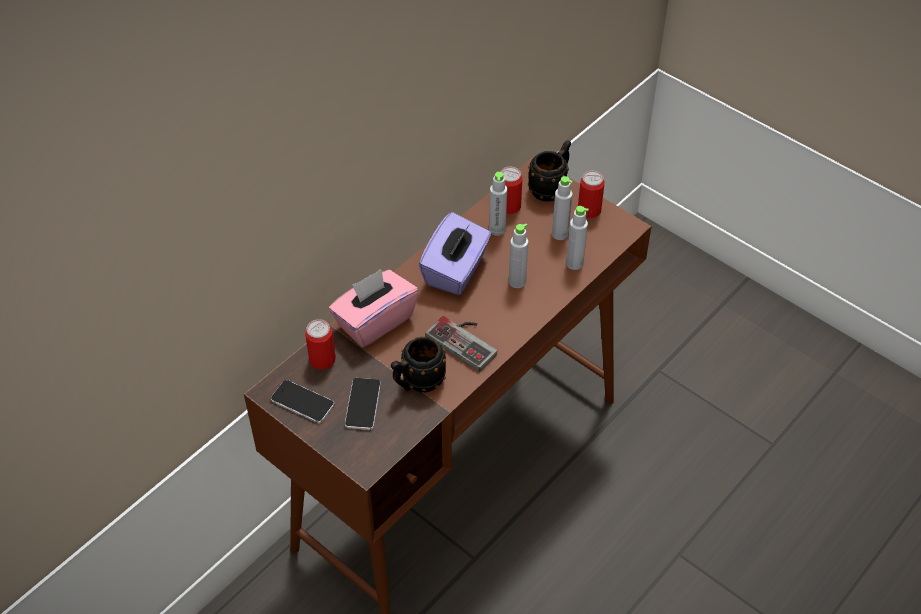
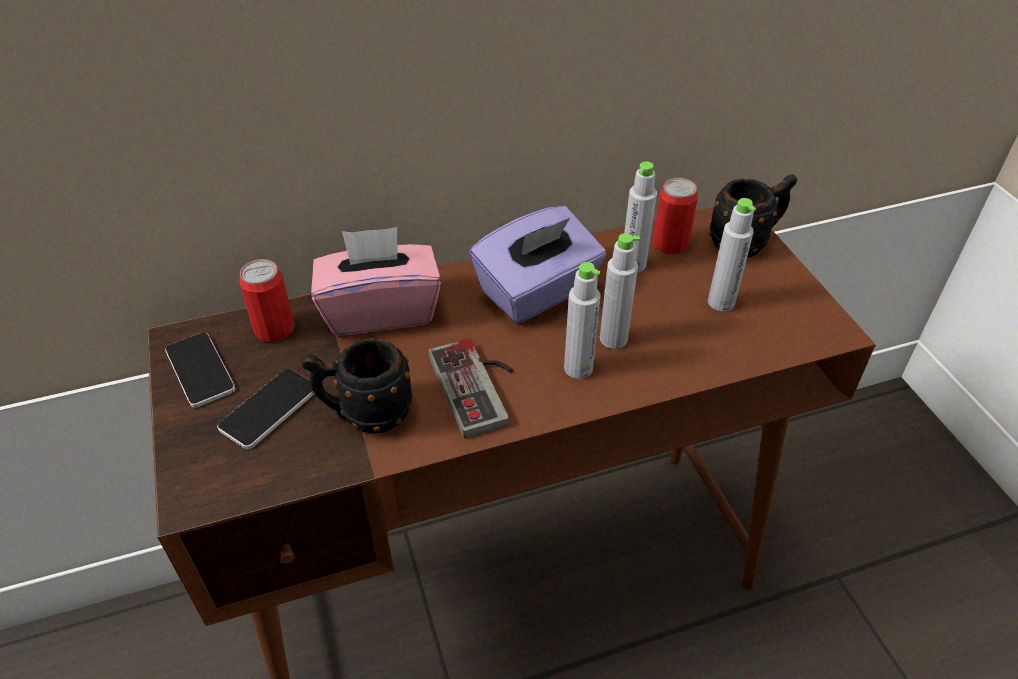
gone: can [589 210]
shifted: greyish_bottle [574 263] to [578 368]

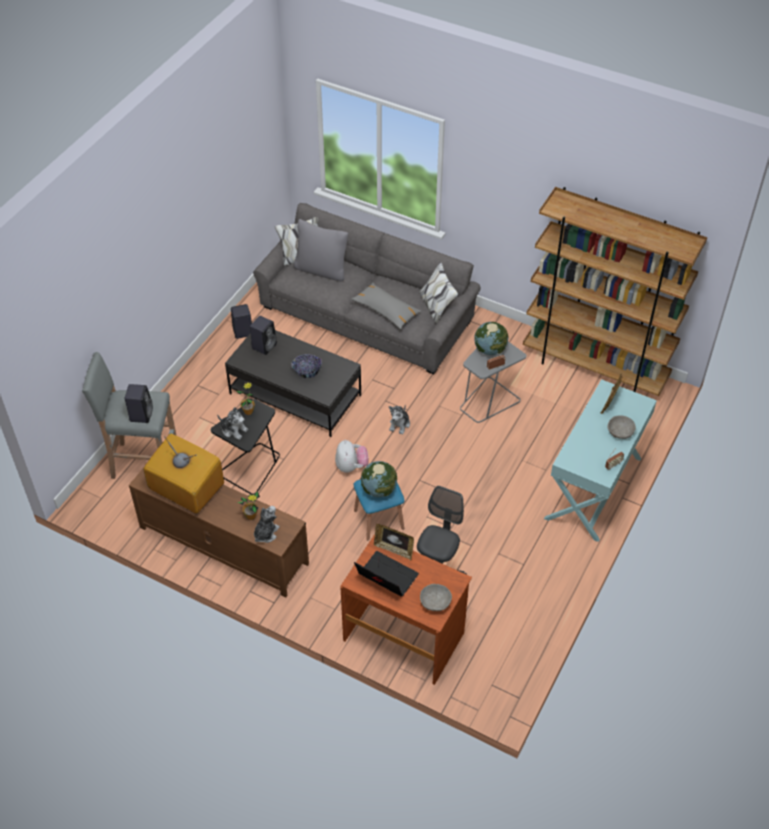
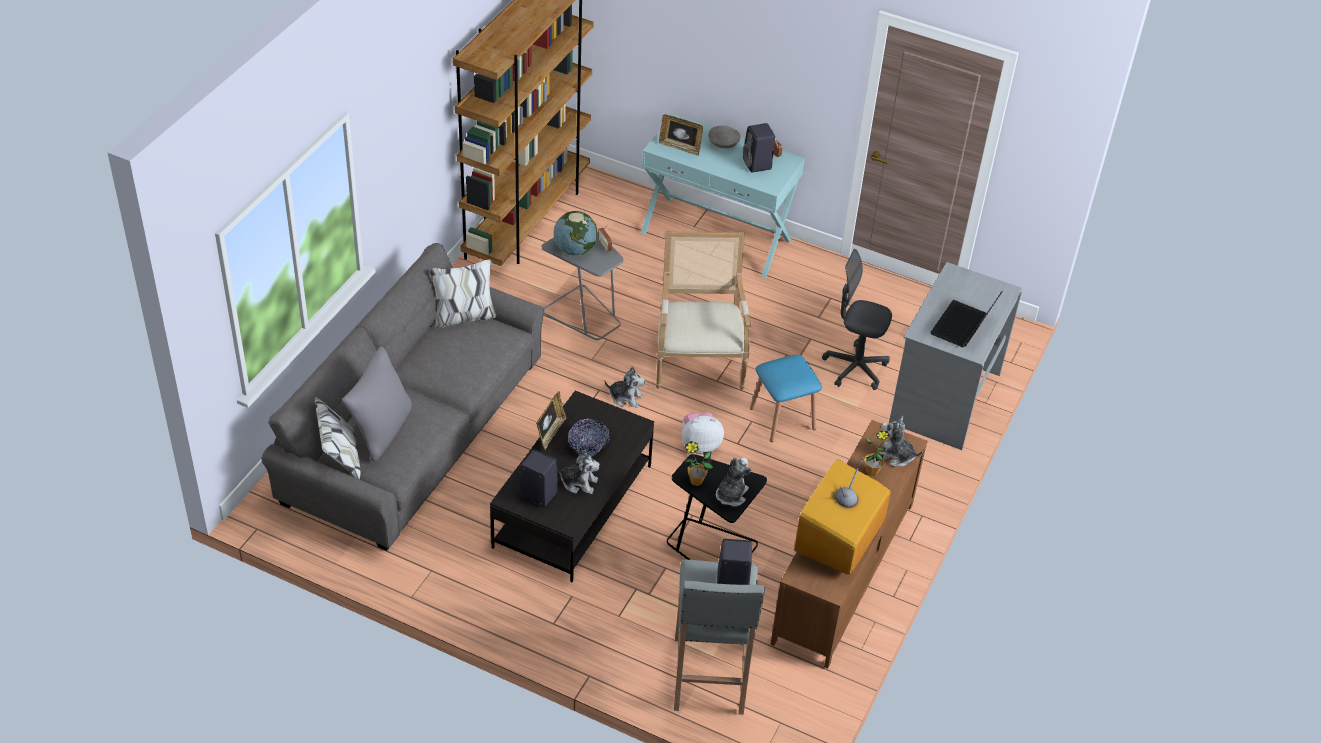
gone: greyish_throw_pillow [386 310]; world_globe [379 490]; greyish_deep_dish [435 602]
new: plush_toy [578 482]; armchair [698 362]
shifted: photo_frame [394 549] to [550 433]; blackish_audio_speaker [242 332] to [757 164]
repainted: brown_desk_table [404 635] to greyish_desk_table [943 397]

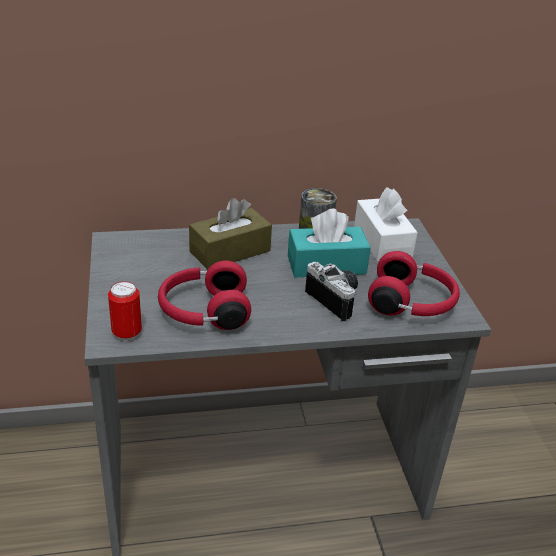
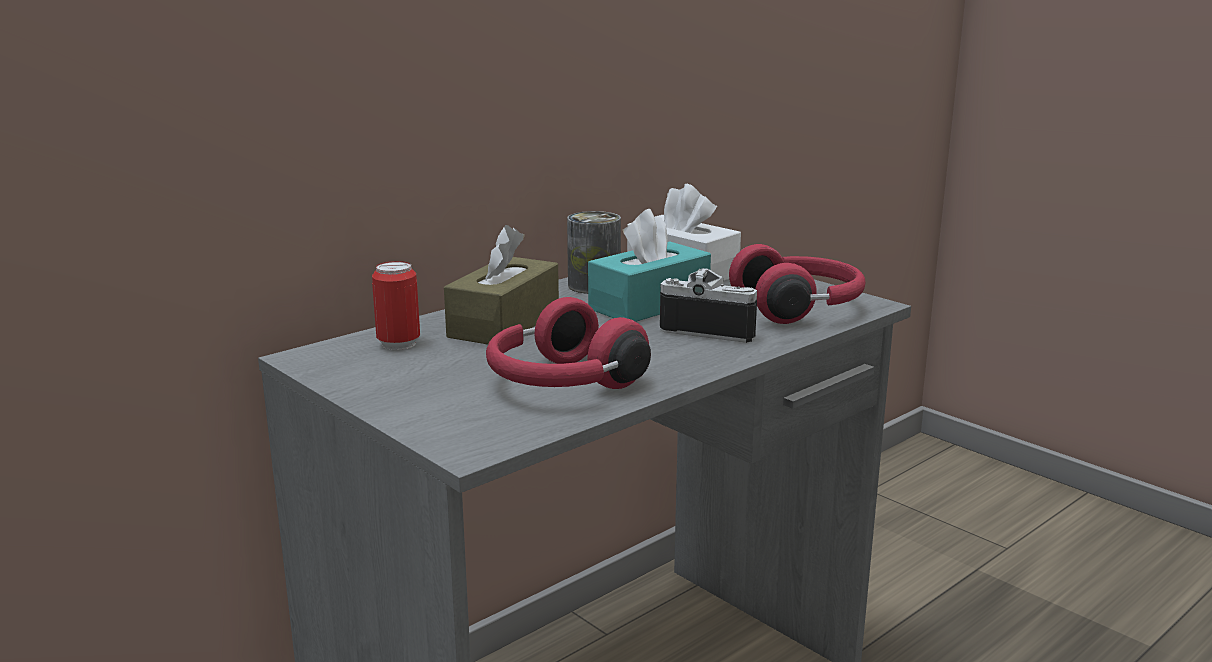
shifted: can [127 333] to [399 344]

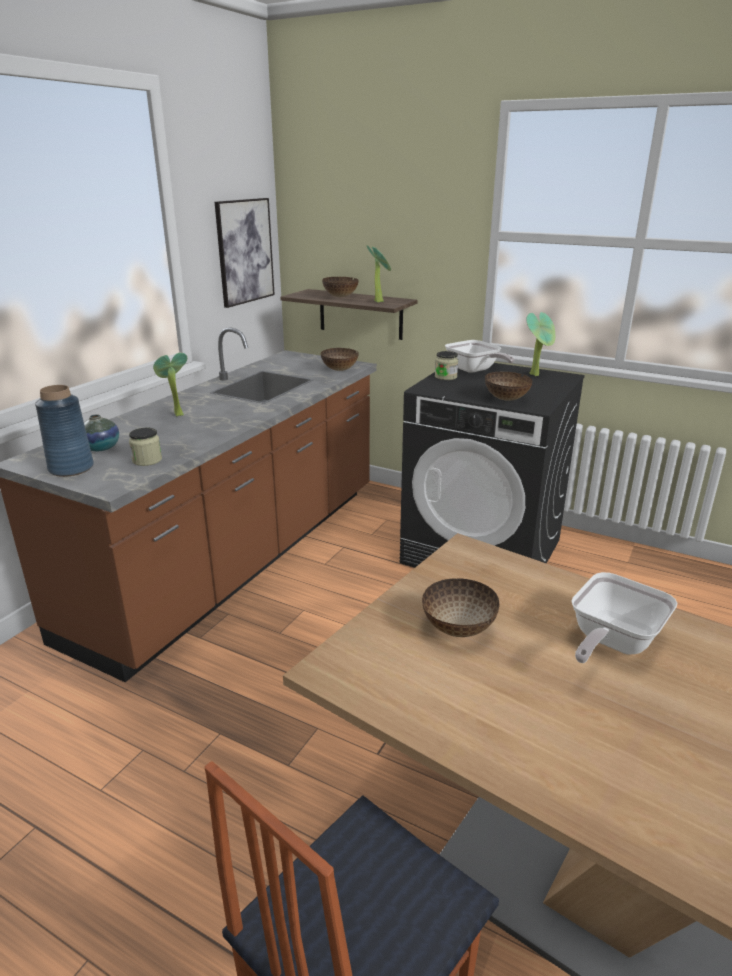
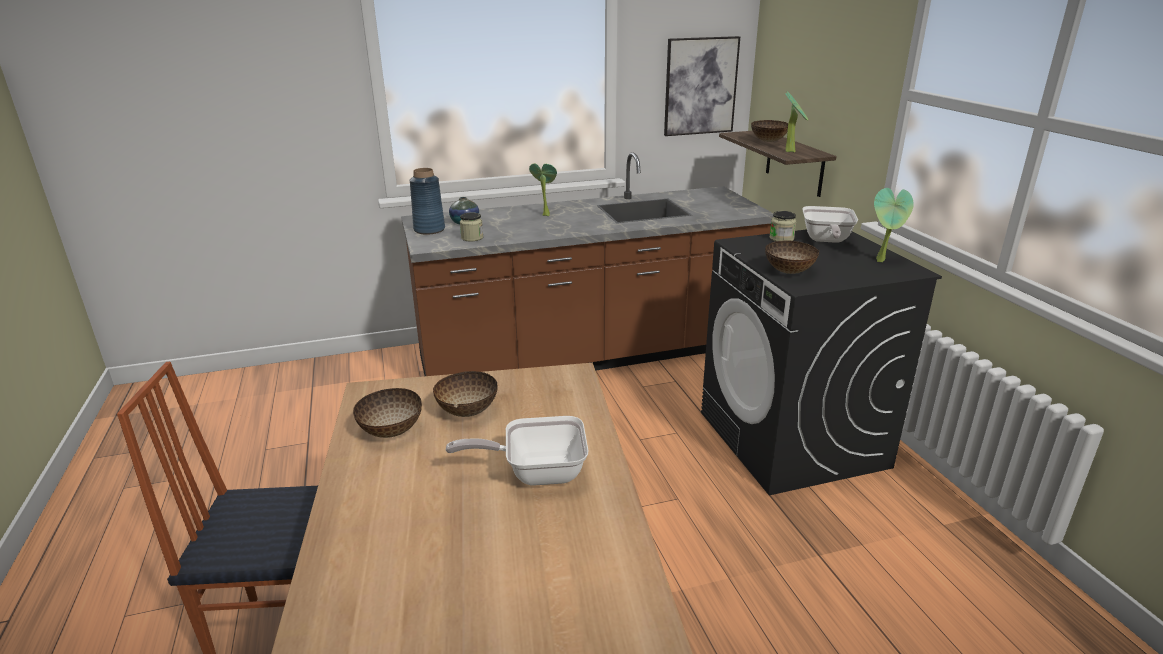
shifted: deep_dish [339 370] to [390 431]

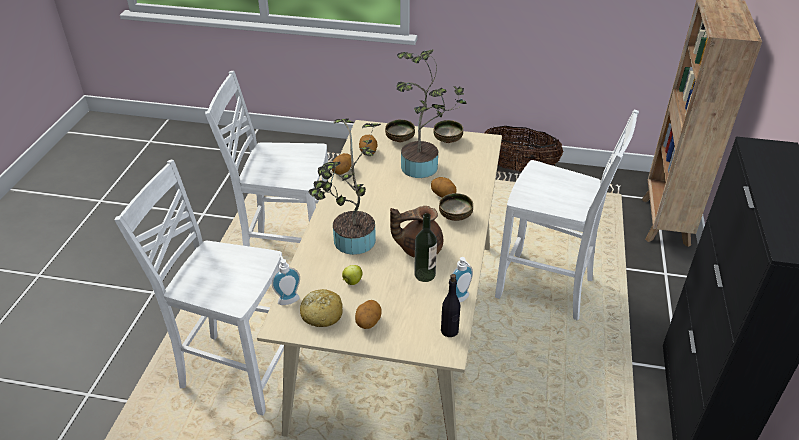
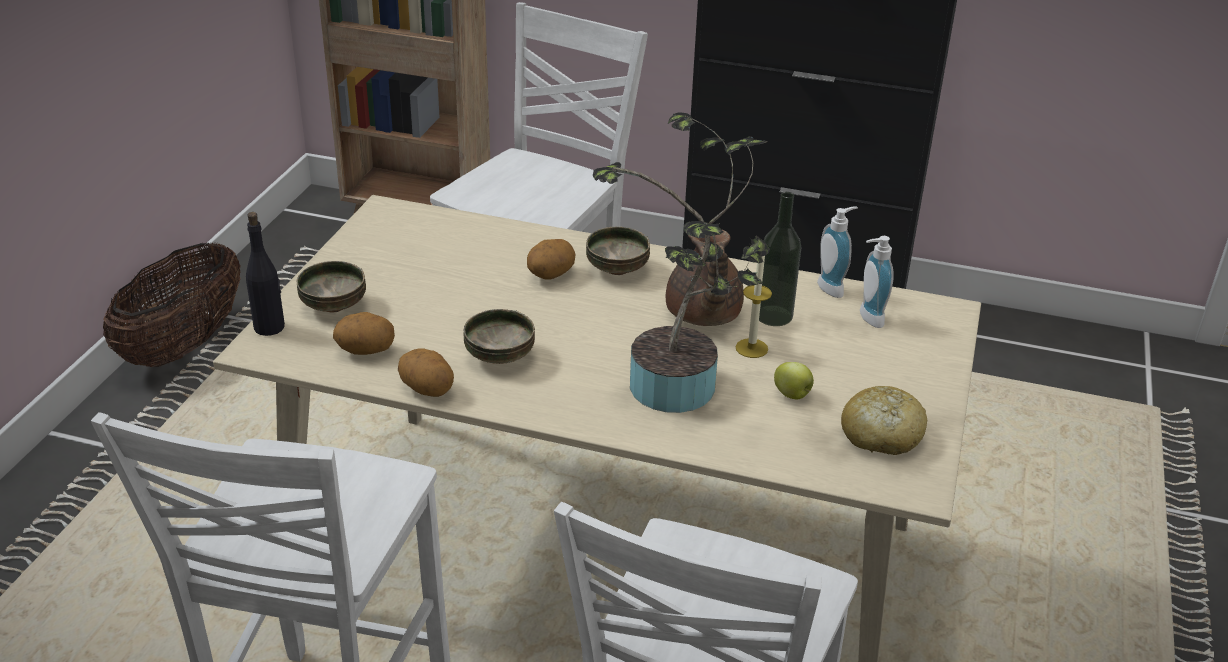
gone: whole_potato [368 322]; plant_in_a_pot [424 166]
new: wax_candle [751 348]
shifted: blackish_bottle [449 331] to [270 327]; deep_dish [448 140] to [500 356]; liquid_soap_bottle [288 298] to [867 318]

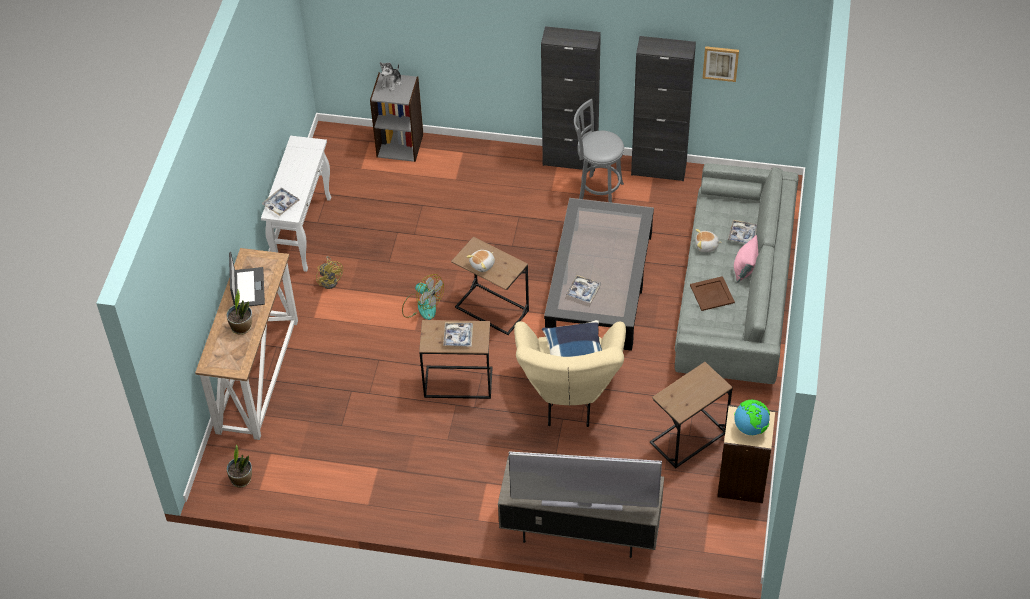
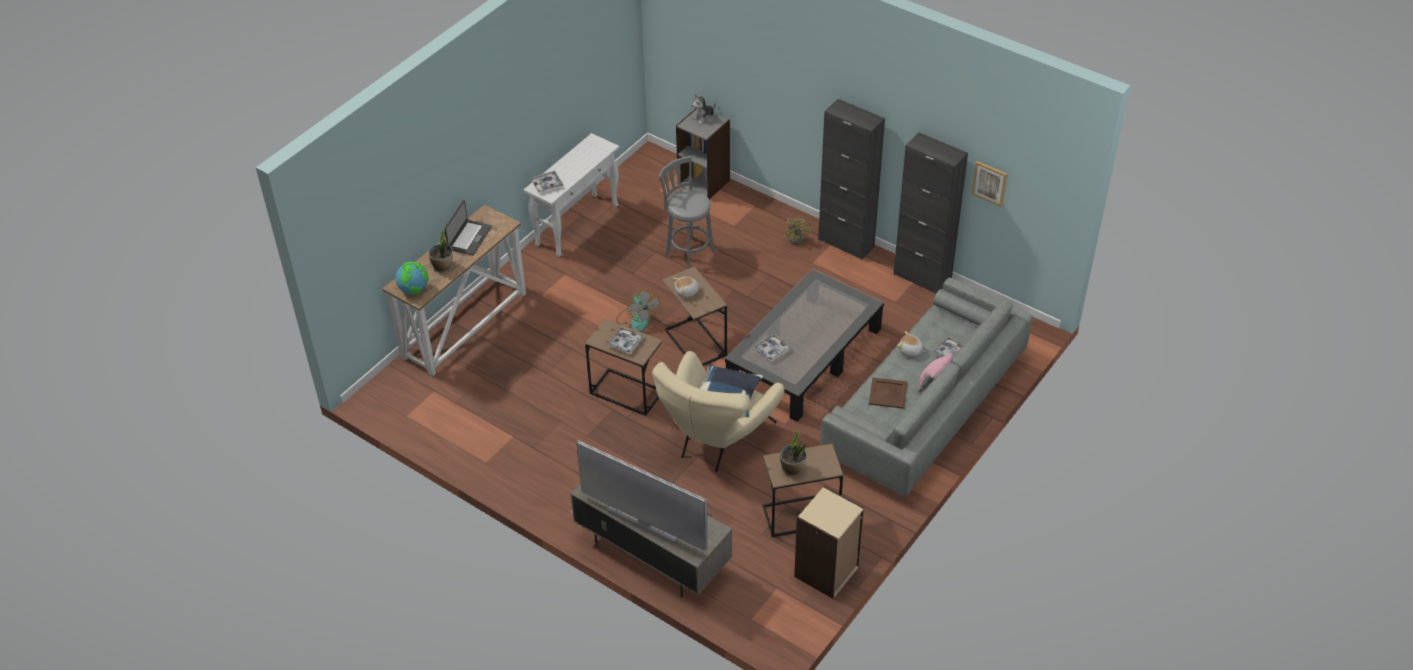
shifted: world_globe [750 428] to [414 290]; greyish_sitting_stool [597 193] to [688 252]; plant_in_a_pot [241 479] to [792 469]; yellow-coloured_electric_fan [331 280] to [798 238]

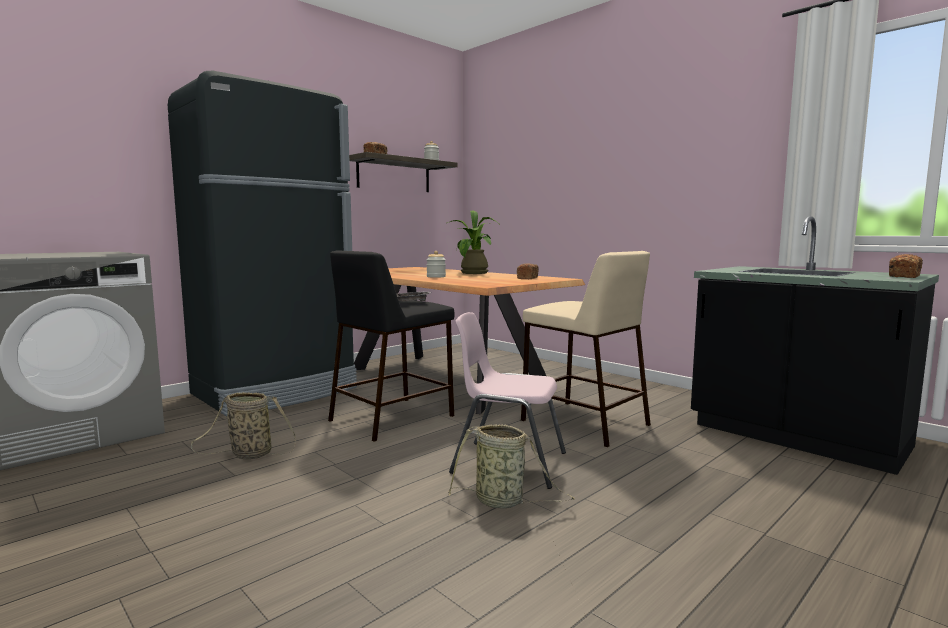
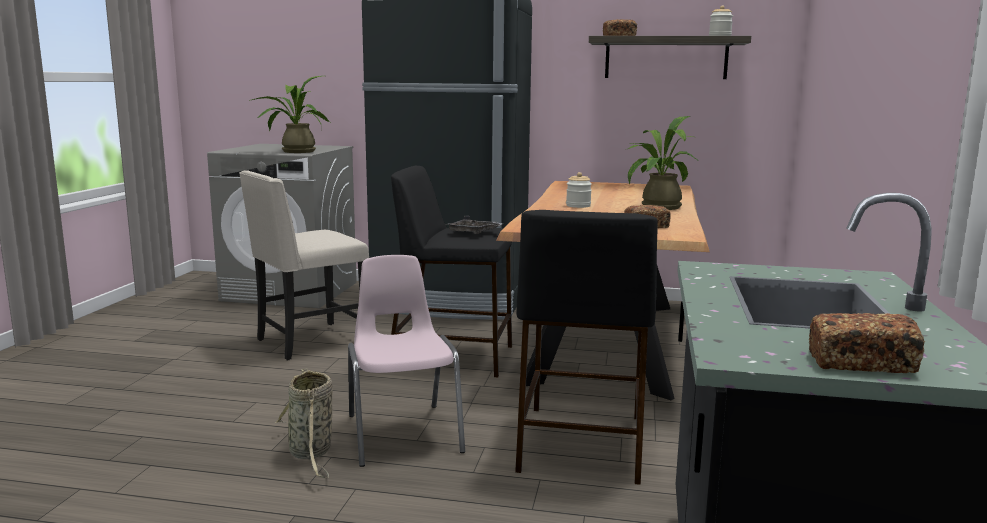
new: plant_in_a_pot [294 151]
swapped: storage_basket [248 454] to beige-coloured_chair [309 342]
repainted: beige-coloured_sitting_stool [583 422] to blackish_sitting_stool [581 441]

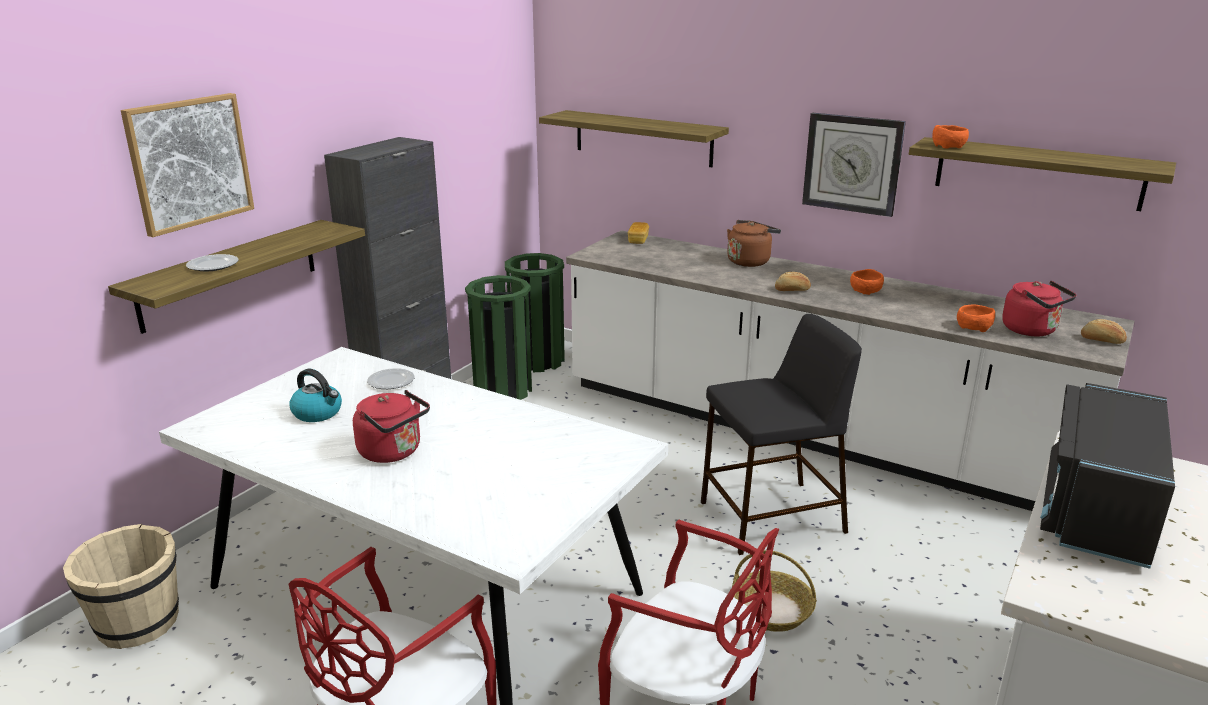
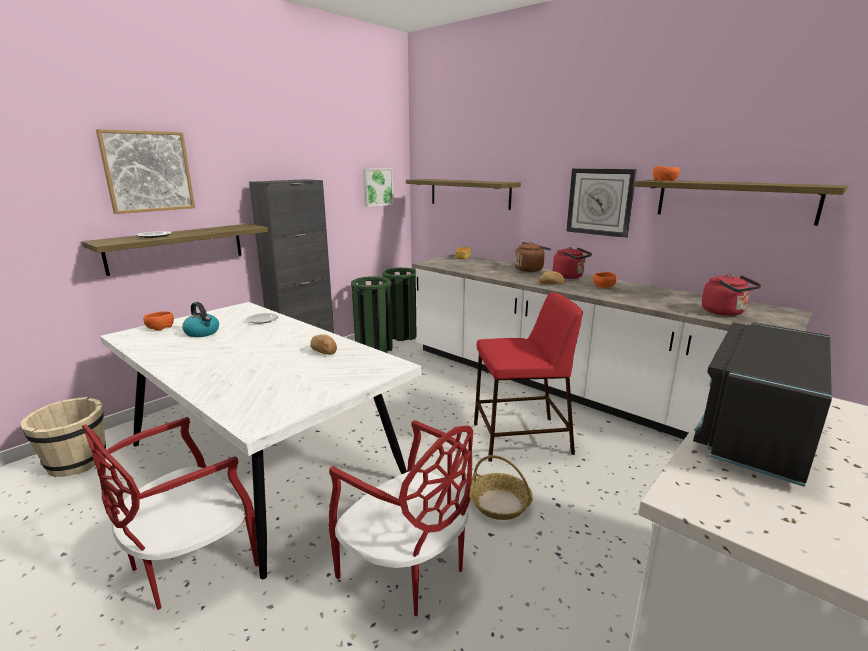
new: wall_art [377 187]
shifted: orangey_deep_dish [972 327] to [160 327]; bread [1102 340] to [323 352]; red-coloured_tea_kettle [393 452] to [570 277]
repainted: blackish_sitting_stool [770 518] to red-coloured_sitting_stool [520 438]

